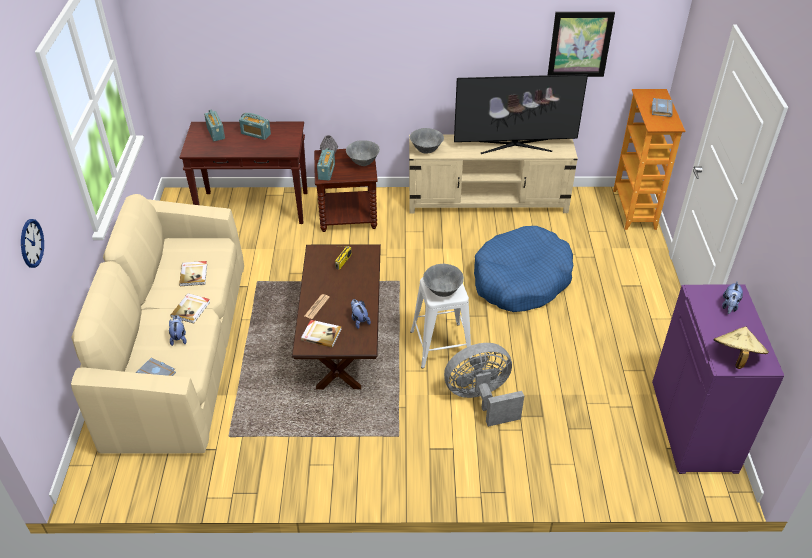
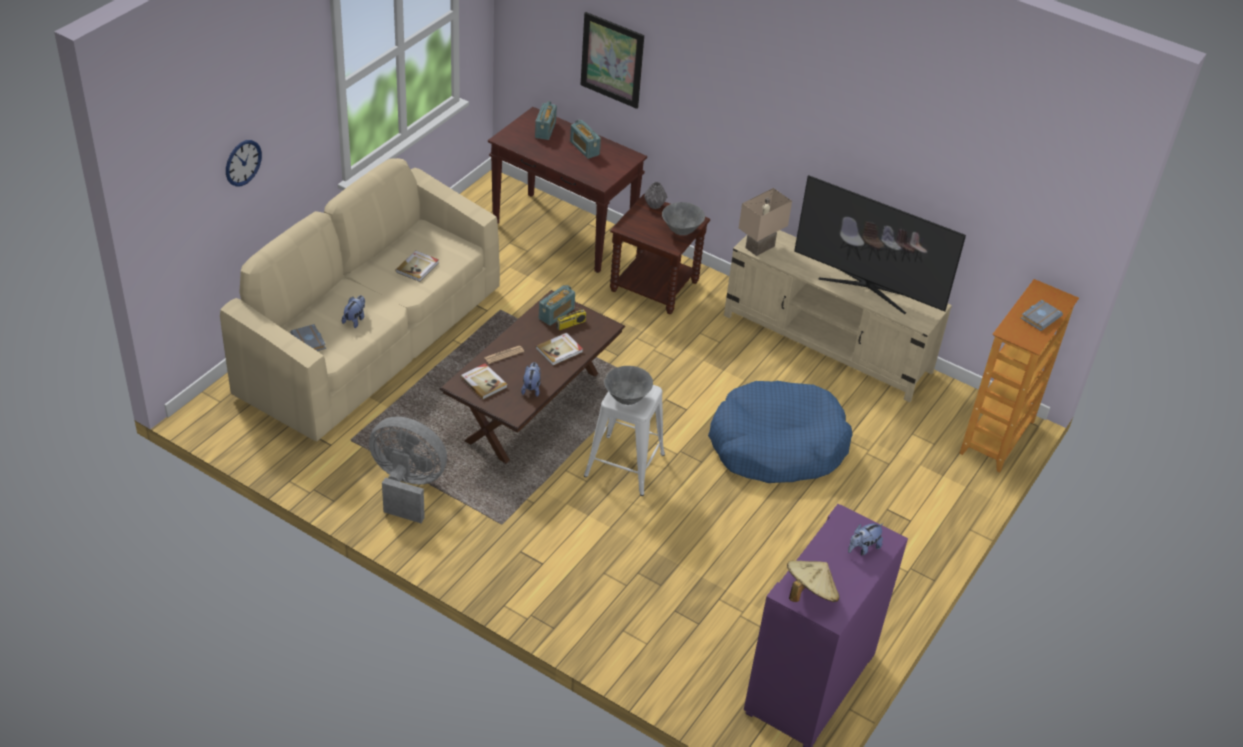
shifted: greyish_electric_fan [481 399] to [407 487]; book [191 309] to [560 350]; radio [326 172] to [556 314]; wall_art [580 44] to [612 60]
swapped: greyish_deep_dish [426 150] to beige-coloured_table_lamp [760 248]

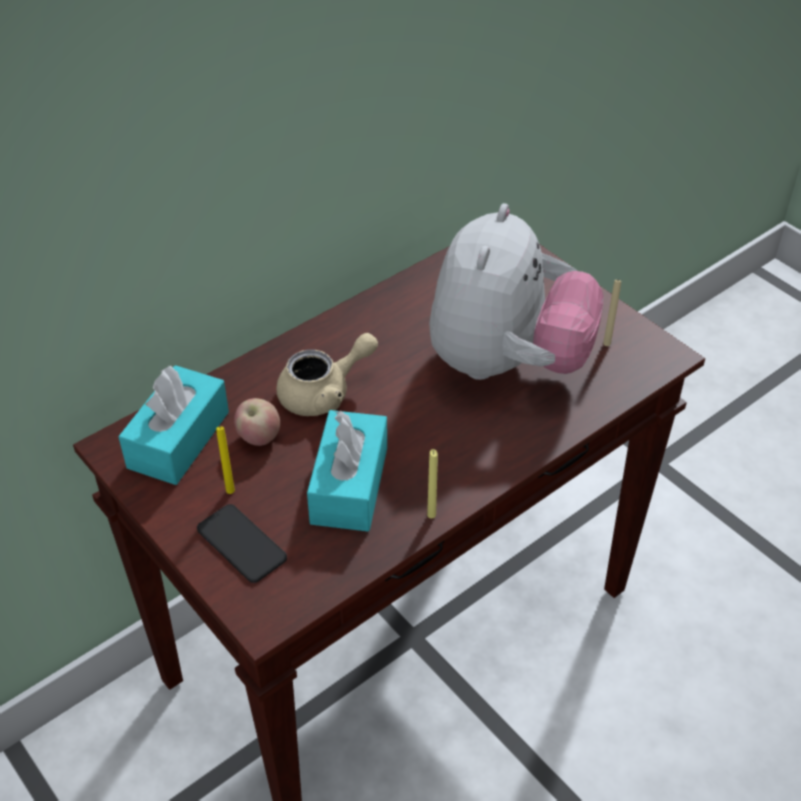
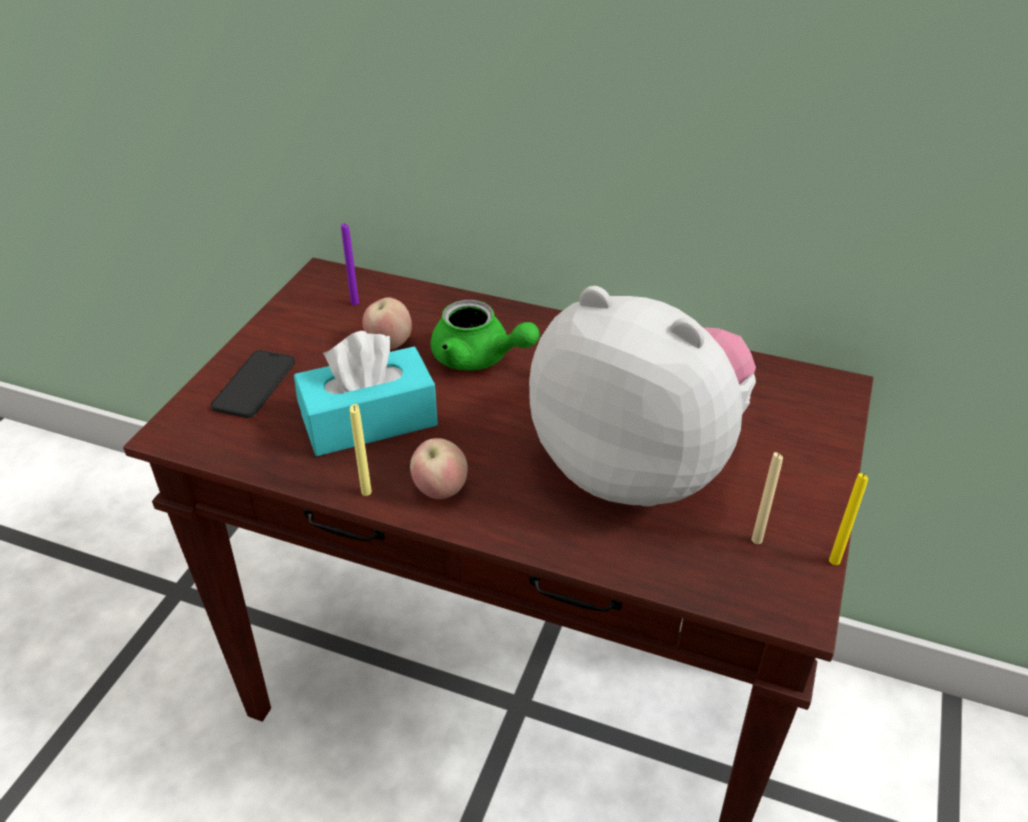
new: apple_fruit [440 490]
shifted: yellow-coloured_wax_candle [230 490] to [834 561]
swapped: turquoise-coloured_tissue_holder [178 439] to purple-coloured_wax_candle [355 303]
repainted: beige-coloured_teapot [324 393] to green_teapot [479 358]
rotated: plush_toy [507 363] = [638 466] 135 degrees counterclockwise

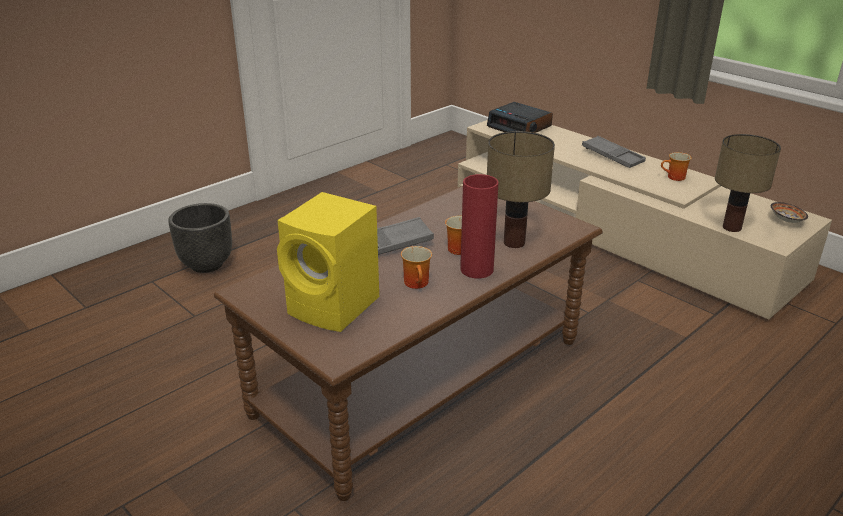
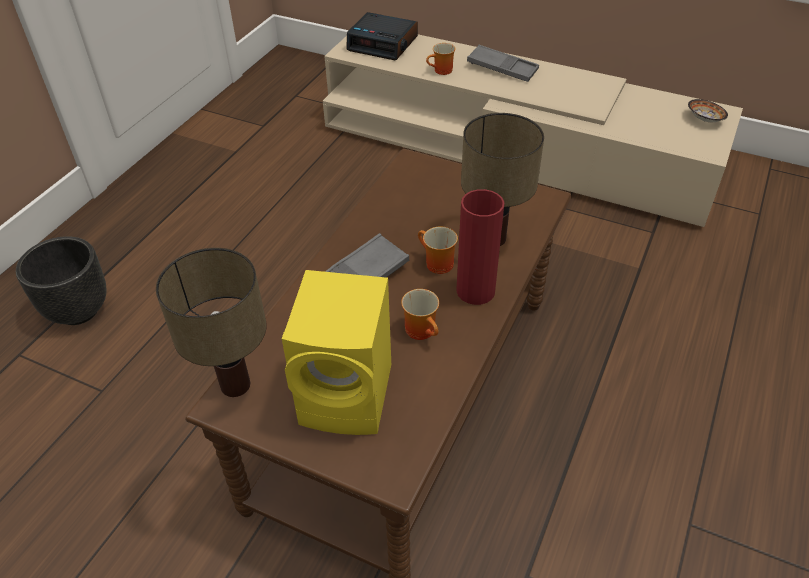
shifted: table_lamp [730 227] to [234 384]; coffee_mug [674 178] to [442 71]

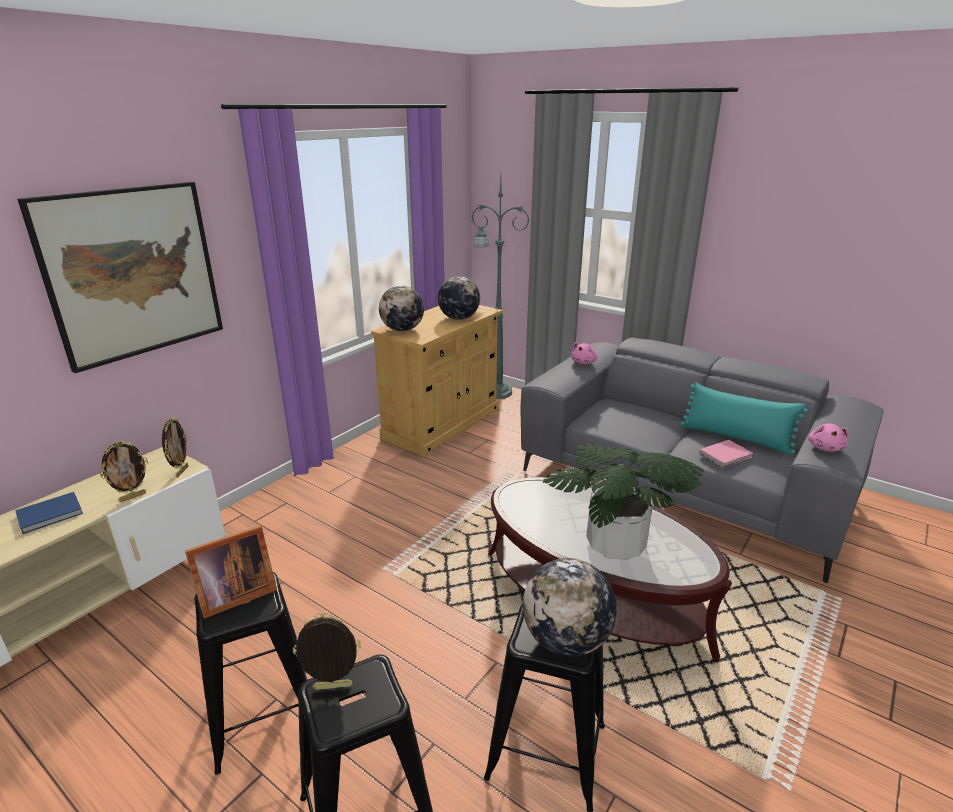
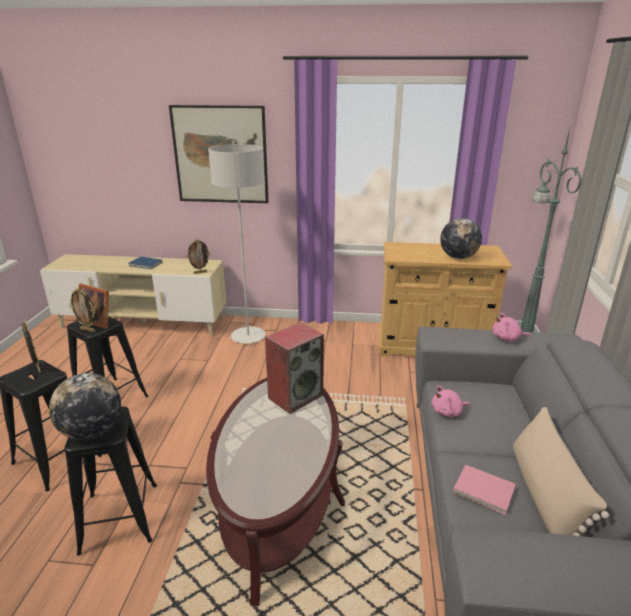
gone: world_globe [402 330]; plant_in_a_pot [615 544]
new: greyish_standing_lamp [248 336]; audio_speaker [295 396]
shifted: photo_frame [132 497] to [88 330]; pink_plush_toy [825 448] to [448 412]
repainted: turquoise-coloured_throw_pillow [736 438] to beige-coloured_throw_pillow [544 495]

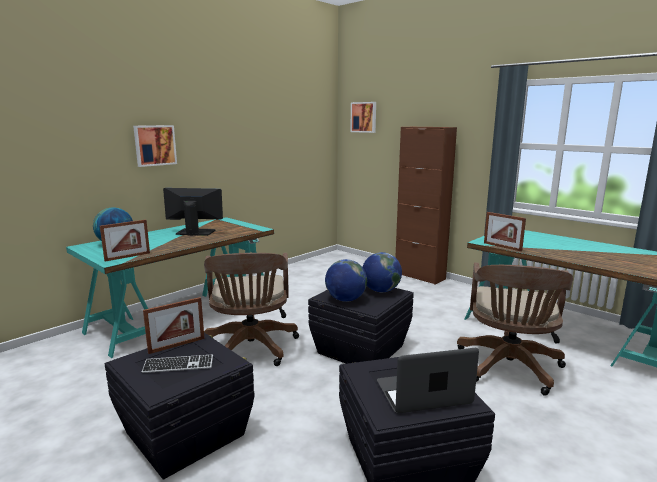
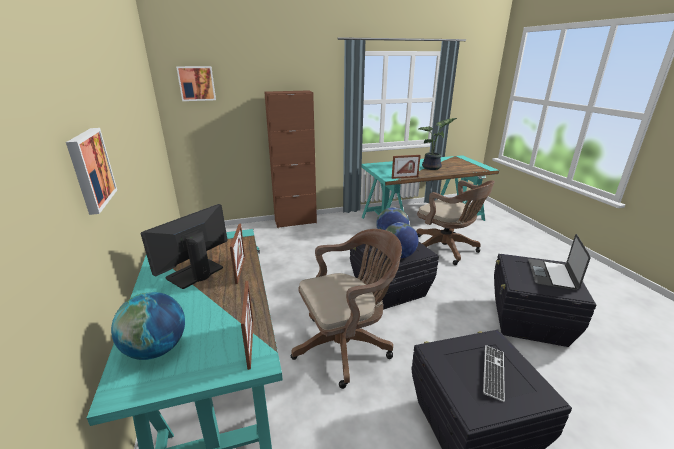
new: plant_in_a_pot [432 168]
shifted: photo_frame [177 345] to [240 269]
rotated: brown_office_chair [251 349] = [346 345] 45 degrees counterclockwise

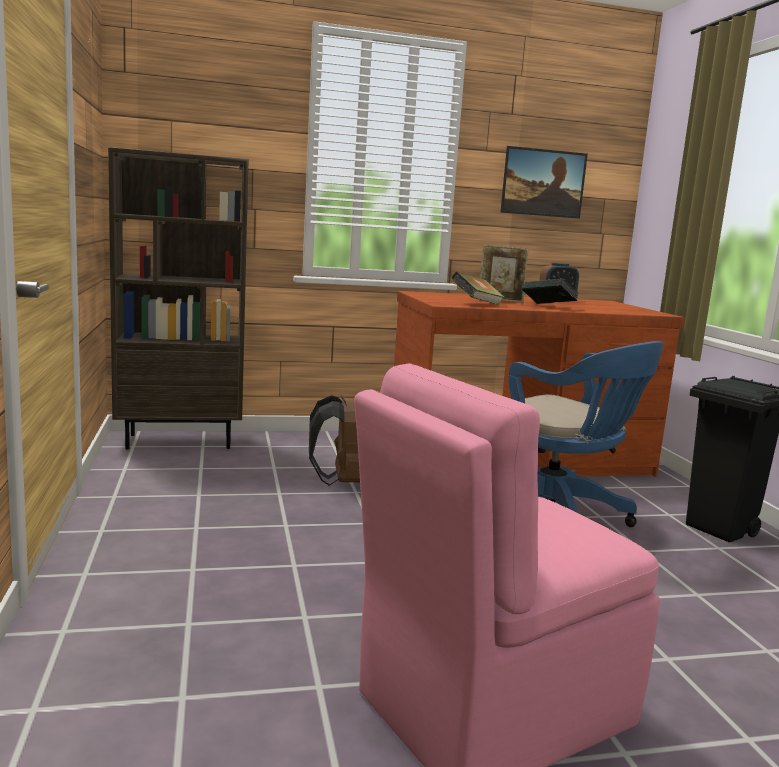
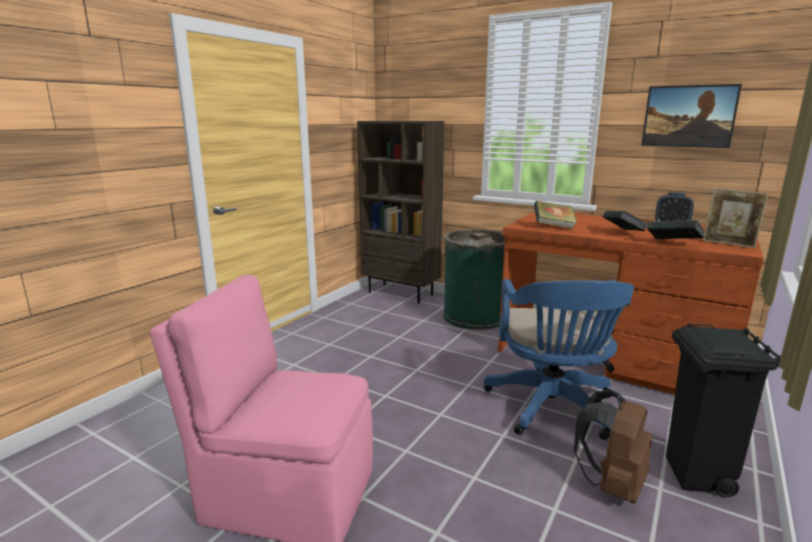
new: green_waste_bin [474 316]; book [673 244]
shifted: brown_backpack [341 482] to [612 485]; photo_frame [500 301] to [729 244]

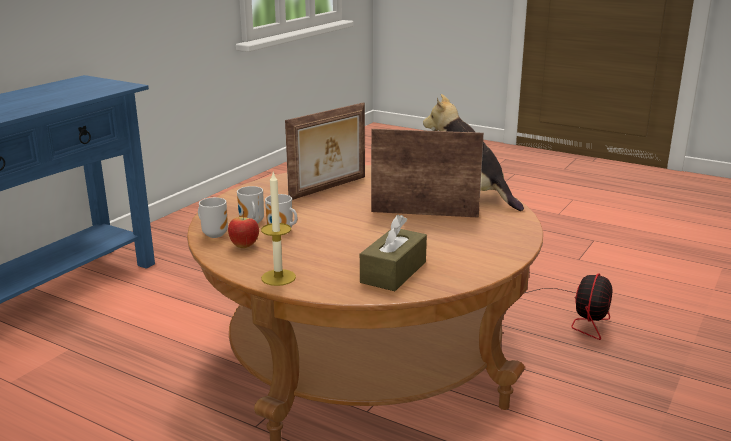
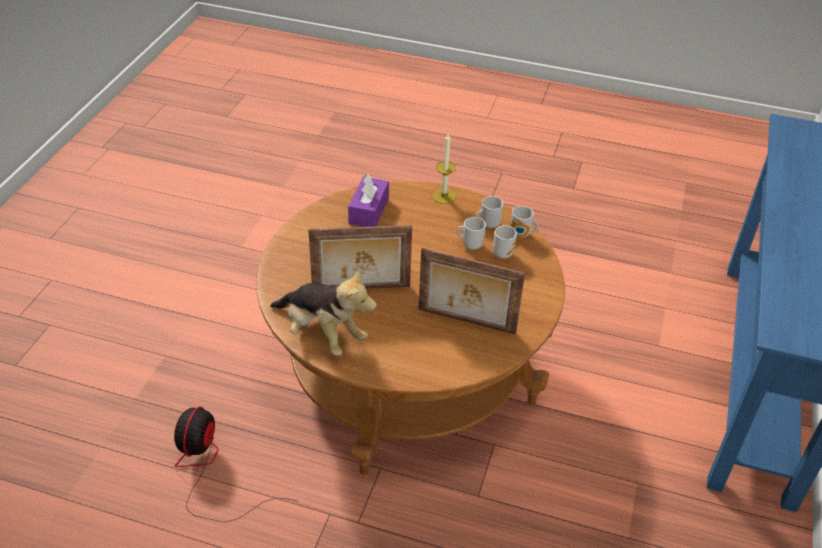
swapped: apple_fruit [244 246] to coffee_mug [488 224]
repainted: brown_tissue_holder [393 272] to purple-coloured_tissue_holder [369 211]
rotated: photo_frame [329 188] = [466 322] 105 degrees counterclockwise

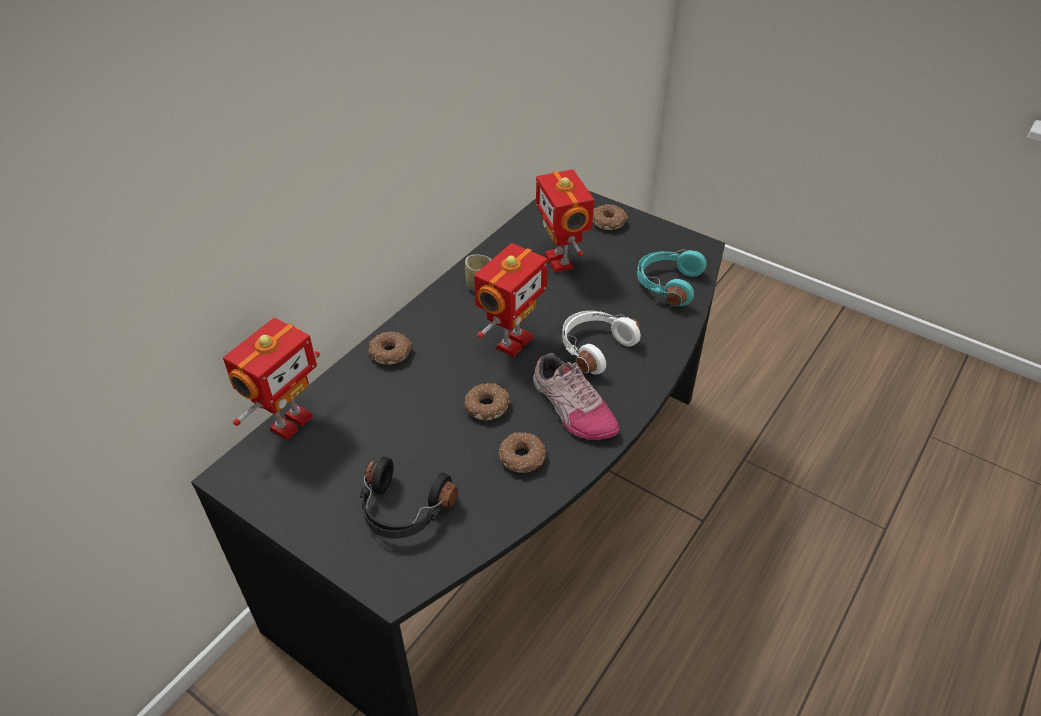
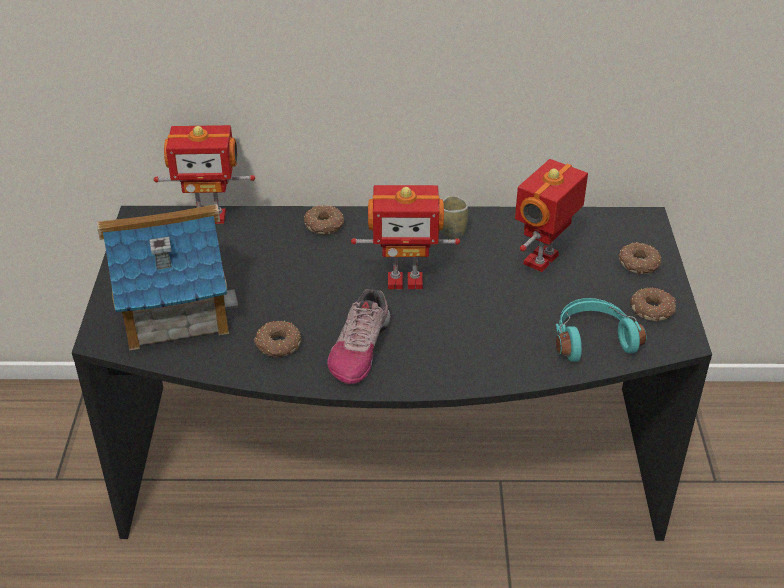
gone: whitish_headset [594 347]
shifted: ring_doughnut [487 406] to [653 310]
swapped: blackish_headset [403 510] to model_house [173 309]

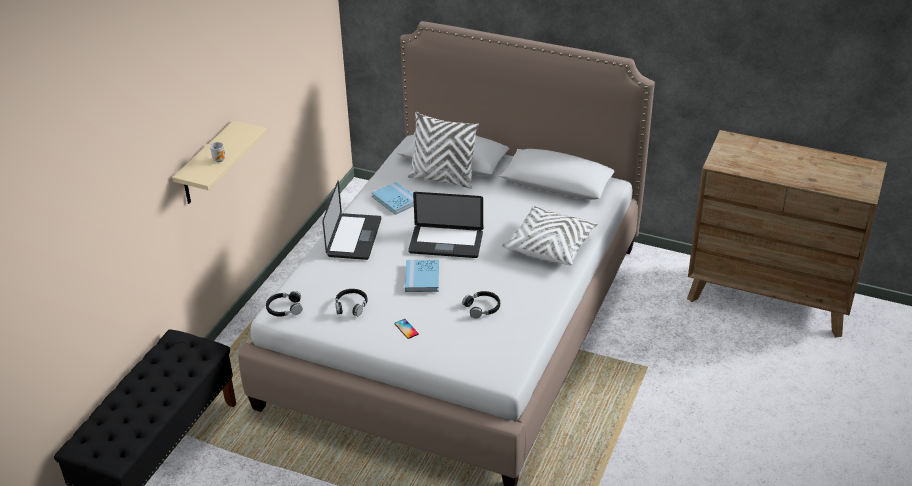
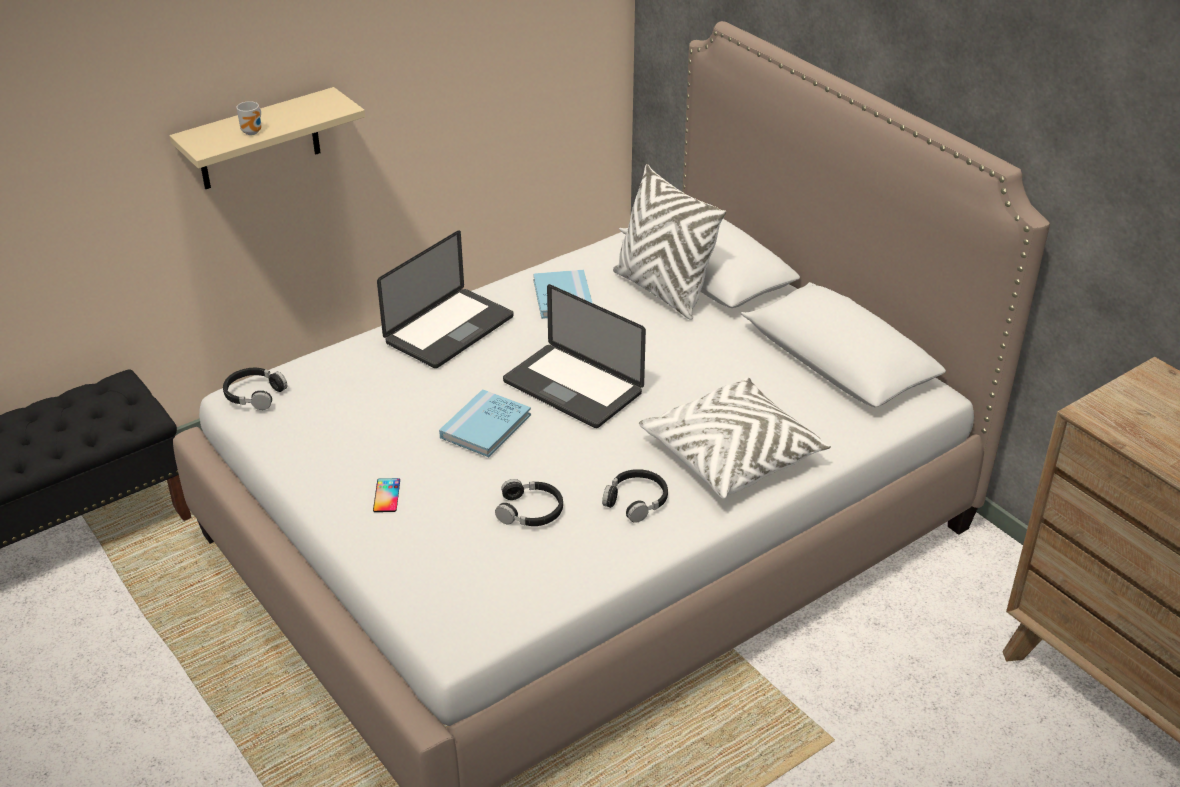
shifted: blackish_headset [351 306] to [636 500]

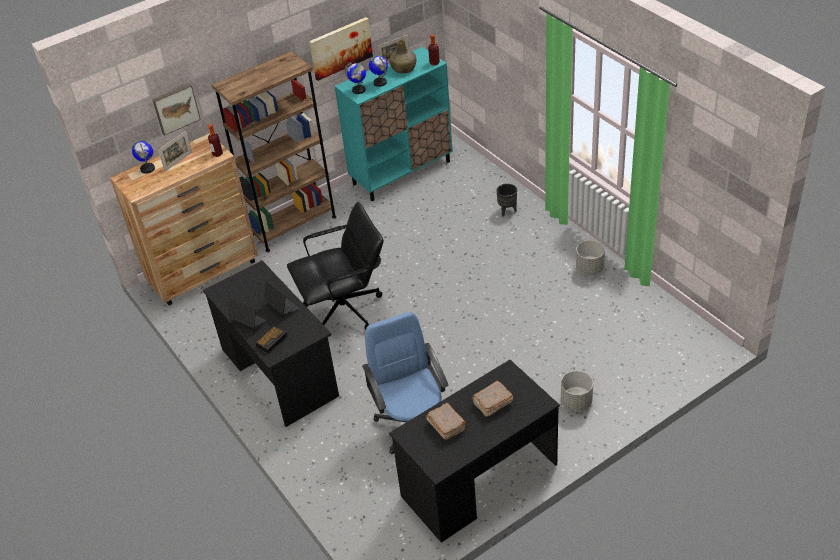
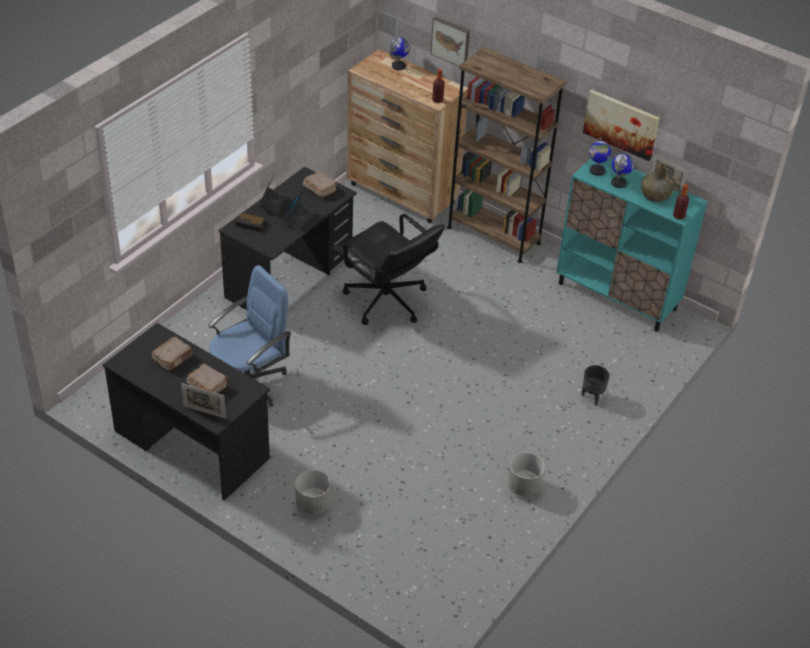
new: brown_book [320 189]
shifted: photo_frame [178 162] to [204 412]

